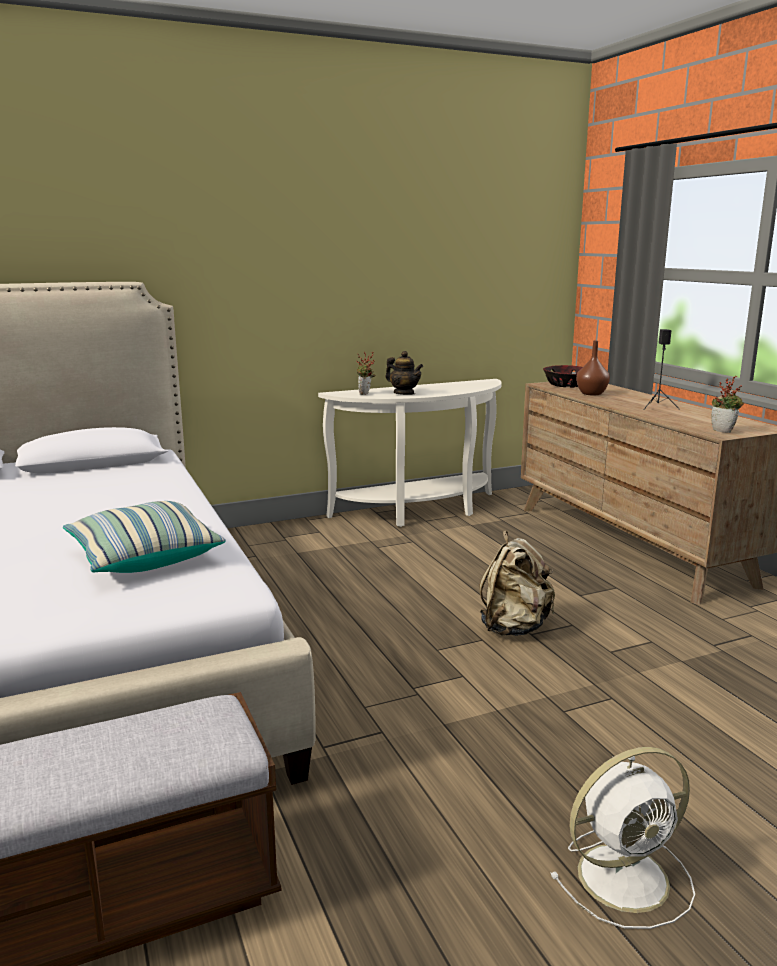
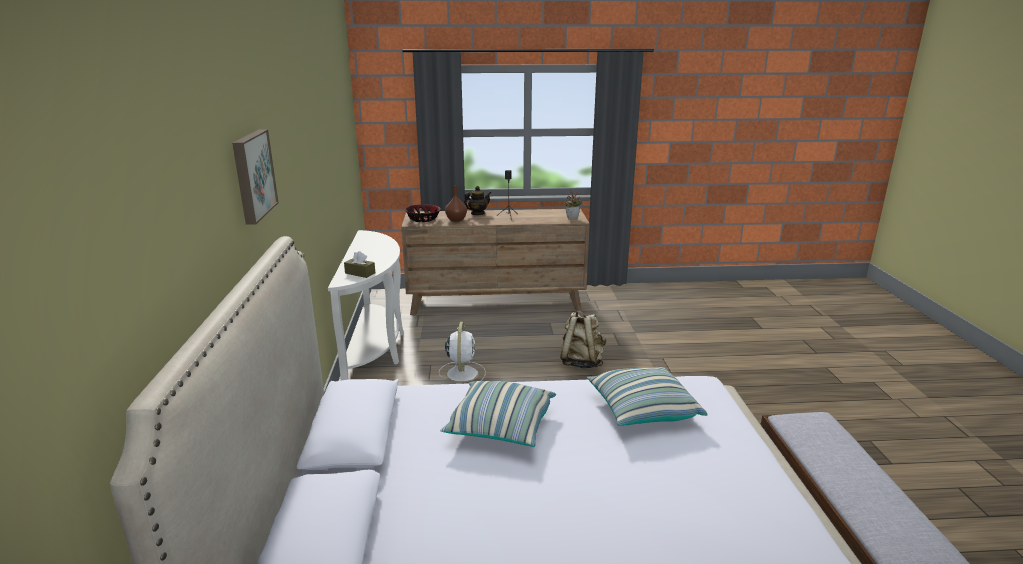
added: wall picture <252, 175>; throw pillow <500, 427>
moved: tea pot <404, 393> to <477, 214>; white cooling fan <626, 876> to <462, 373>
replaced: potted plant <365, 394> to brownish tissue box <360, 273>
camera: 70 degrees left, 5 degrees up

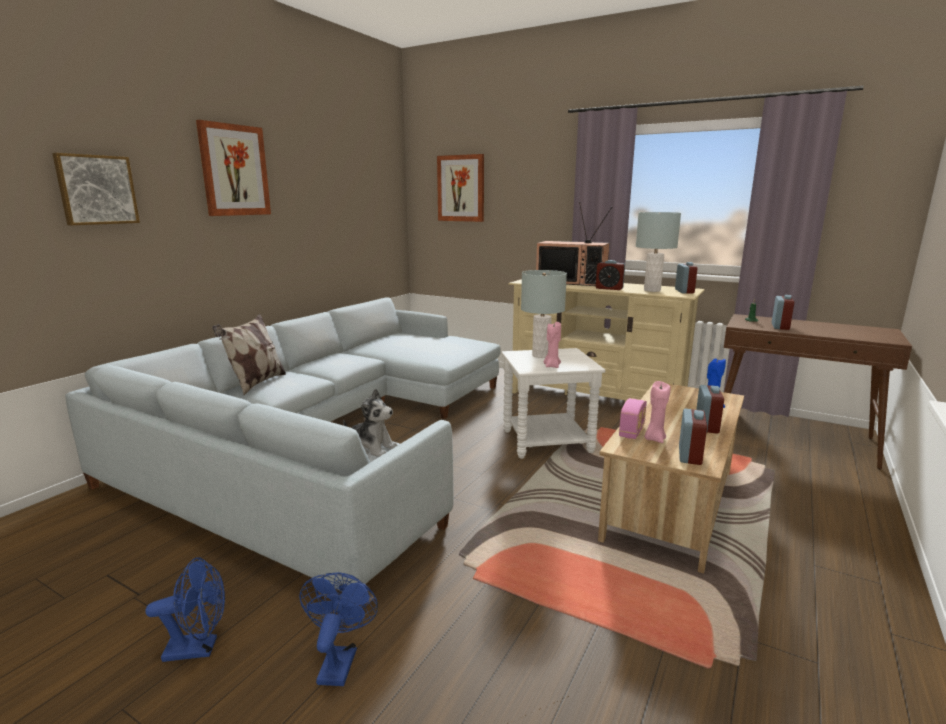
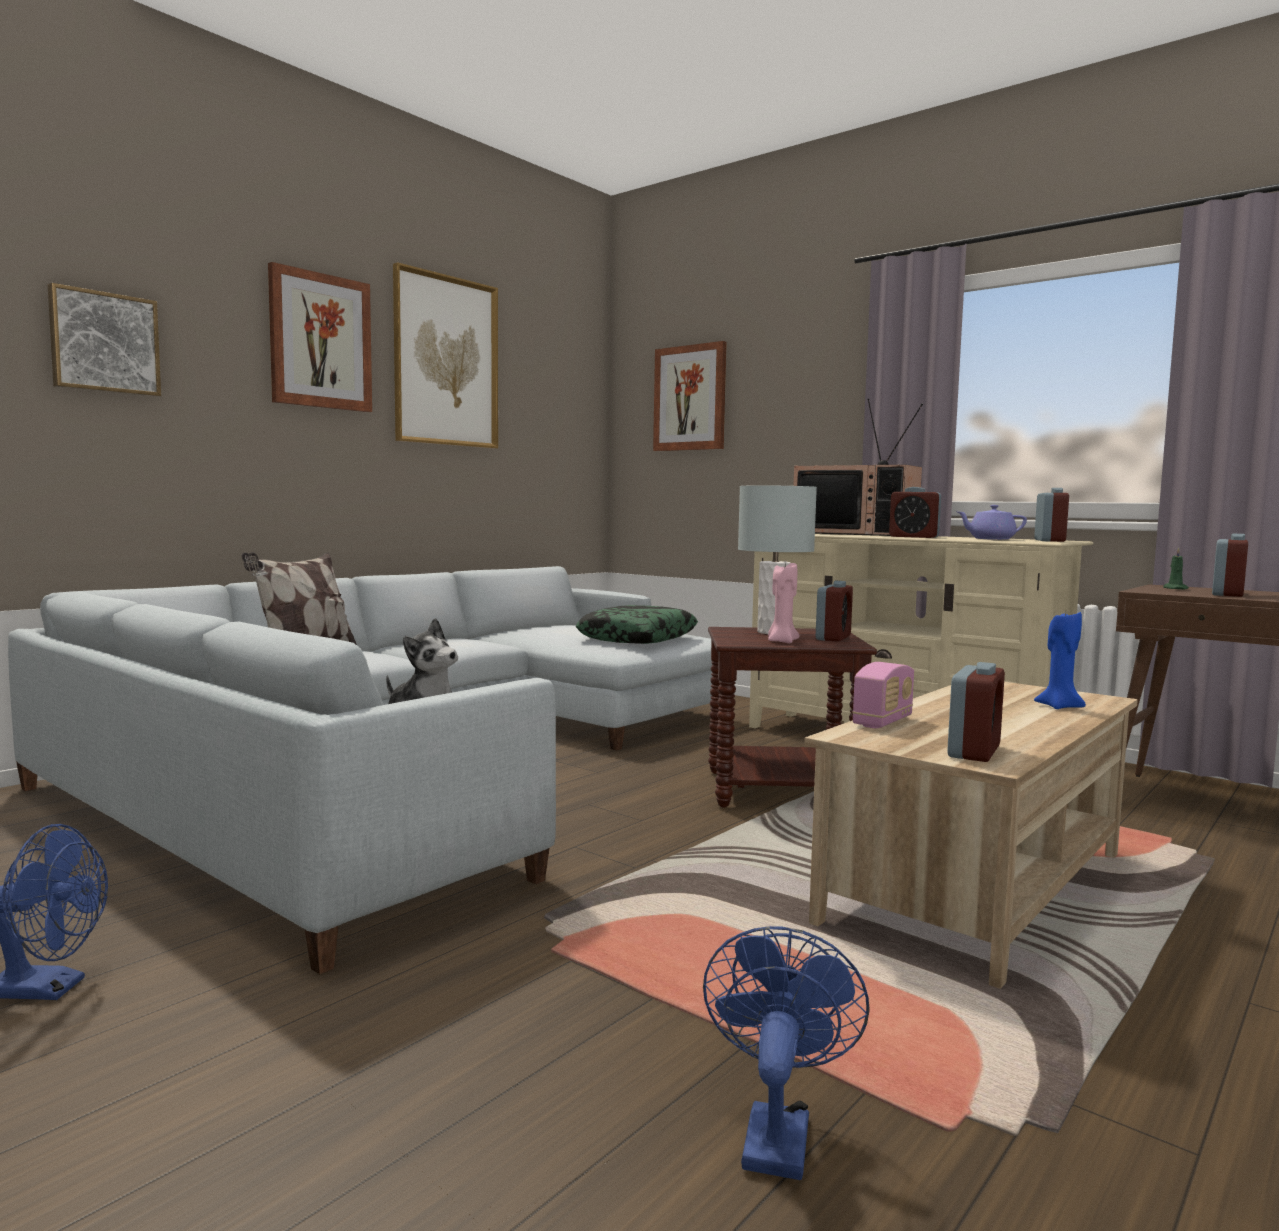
removed: pinkish wax light <654, 439>
added: wall picture <446, 361>; throw pillow <637, 638>
moved: blue-coloured cooling fan <339, 660> to <776, 1132>; bedside clock <706, 426> to <833, 638>
replaced: gray tabletop lamp <652, 290> to purple-coloured tea pot <990, 539>
recoloured: white accent table <547, 441> to brownish accent table <781, 789>
camera: 10 degrees right, 10 degrees down

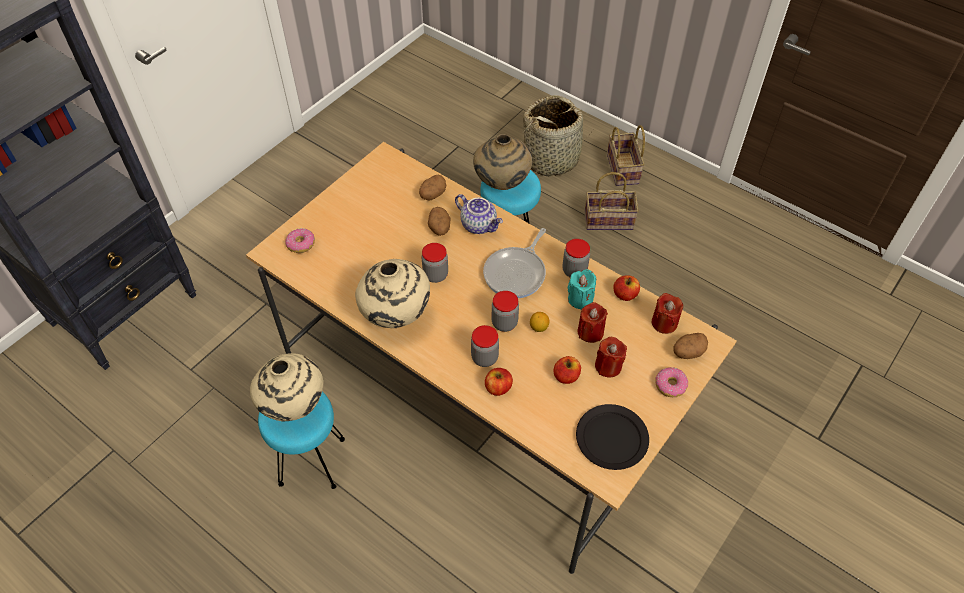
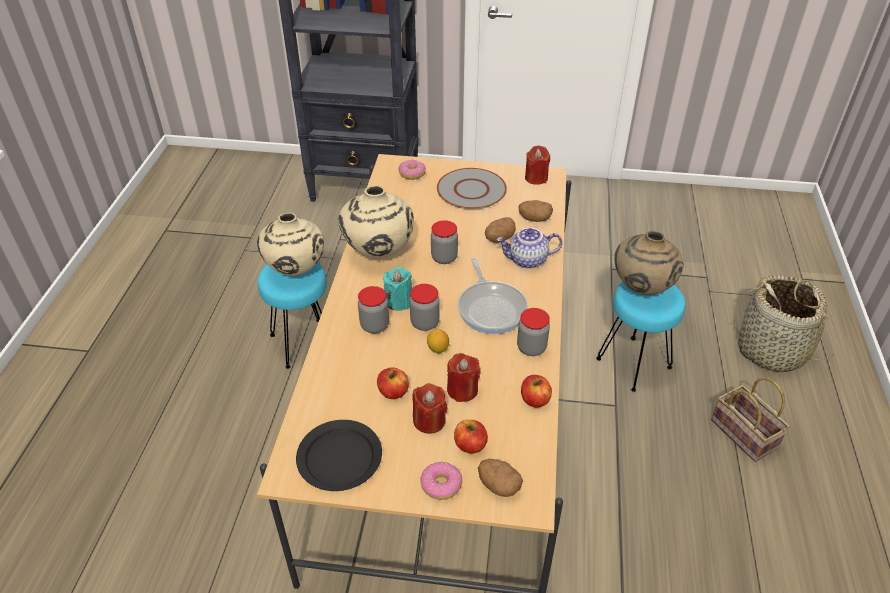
removed: storage basket <624, 170>
added: gray dinner plate <472, 190>
moved: apple fruit <498, 387> to <470, 445>; turquoise wax light <580, 299> to <399, 301>; red wax light <664, 323> to <536, 178>
turned: tea pot <479, 225> = <527, 261> 75 degrees clockwise; frying pan <516, 273> = <491, 308> 105 degrees counterclockwise
camera: 60 degrees right, 10 degrees down

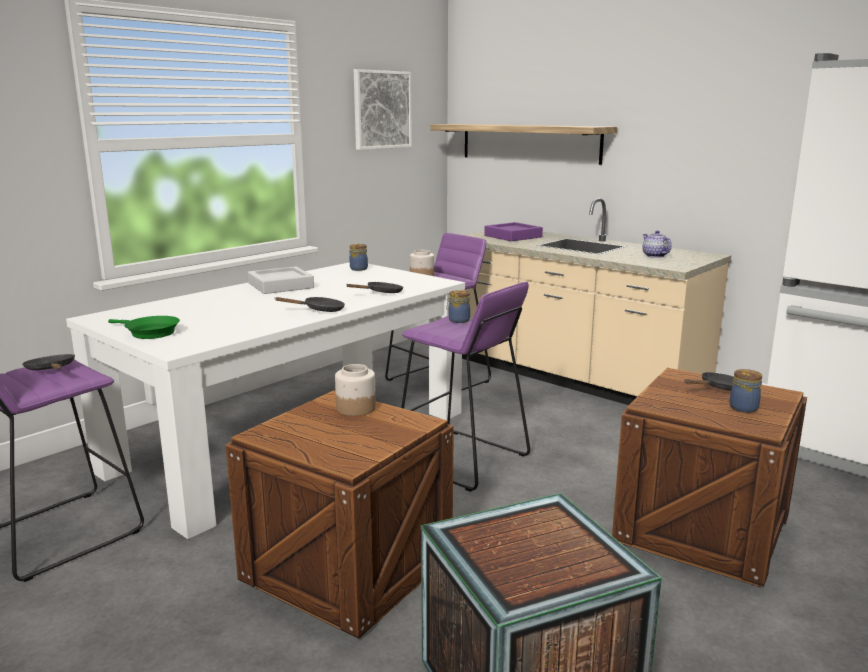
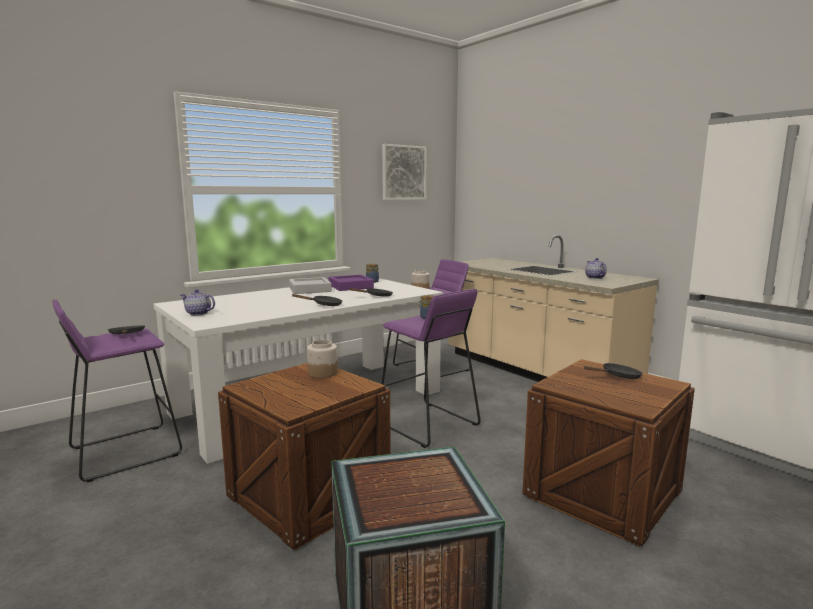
removed: shelf <529, 143>; preserve jar <744, 407>
moved: purple-coloured carrying tray <513, 236> to <350, 286>
replaced: greenish frying pan <149, 332> to tea pot <198, 313>
camera: 10 degrees right, 5 degrees down

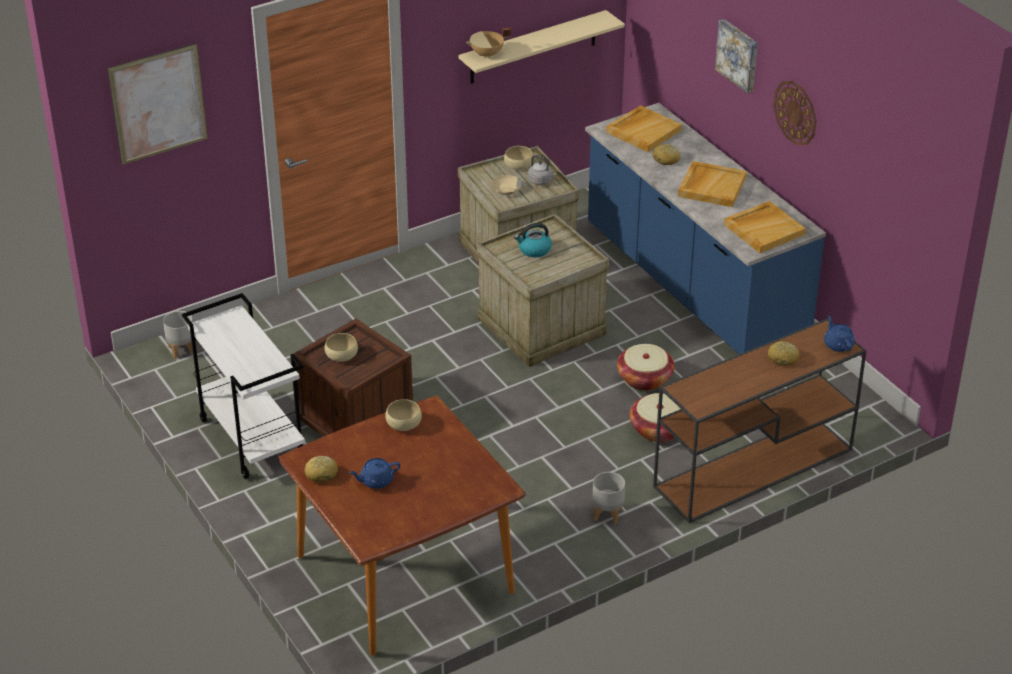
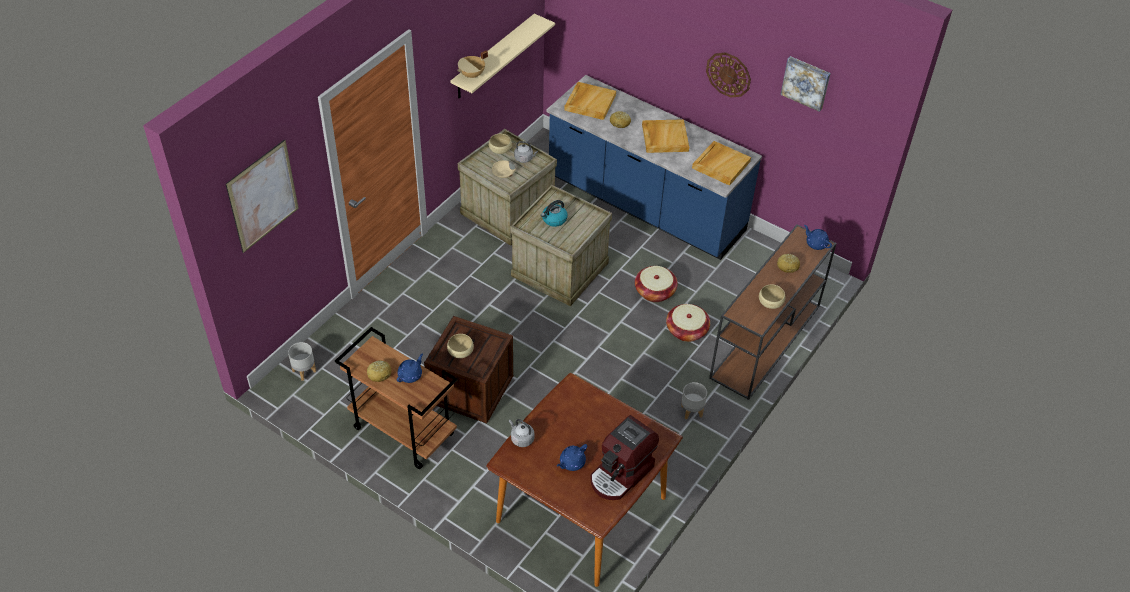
added: blue-coloured tea pot <410, 375>; gray tea kettle <521, 438>; coffee maker <621, 474>
moved: bakery bread <322, 474> to <379, 374>; sand-coloured bowl <403, 423> to <770, 302>; wall picture <738, 55> to <806, 82>
recoloured: white trolley <250, 437> to brownish trolley <402, 431>
camera: 25 degrees left, 10 degrees up

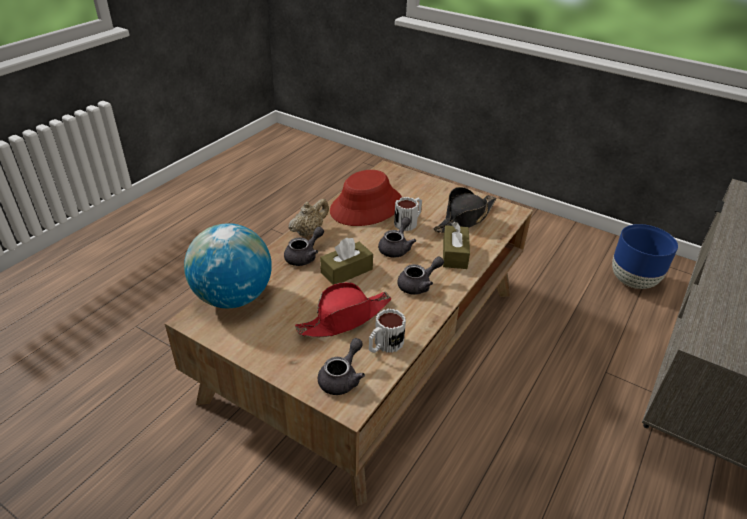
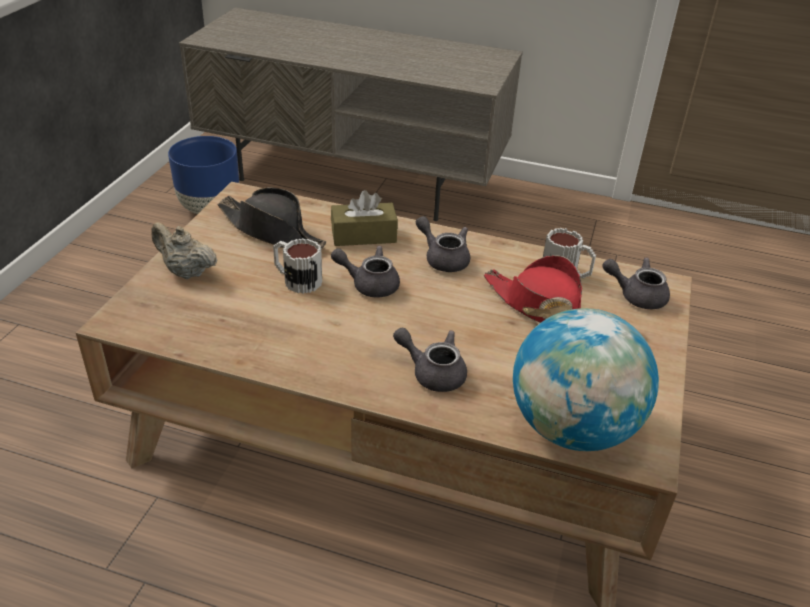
removed: brownish tissue box <346, 271>; red hat <366, 207>
moved: sand-coloured tea pot <309, 232> to <186, 272>
camera: 105 degrees left, 0 degrees up

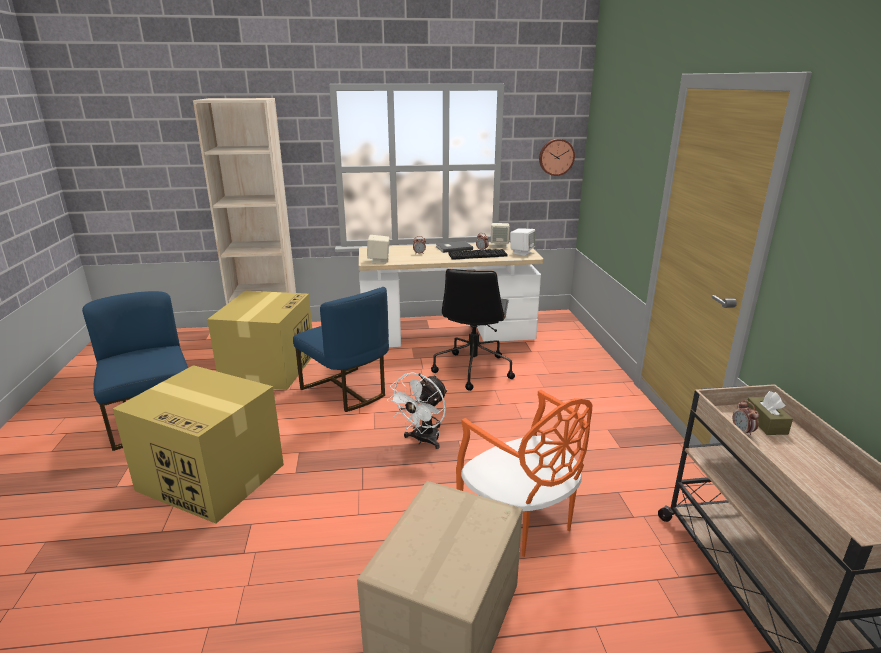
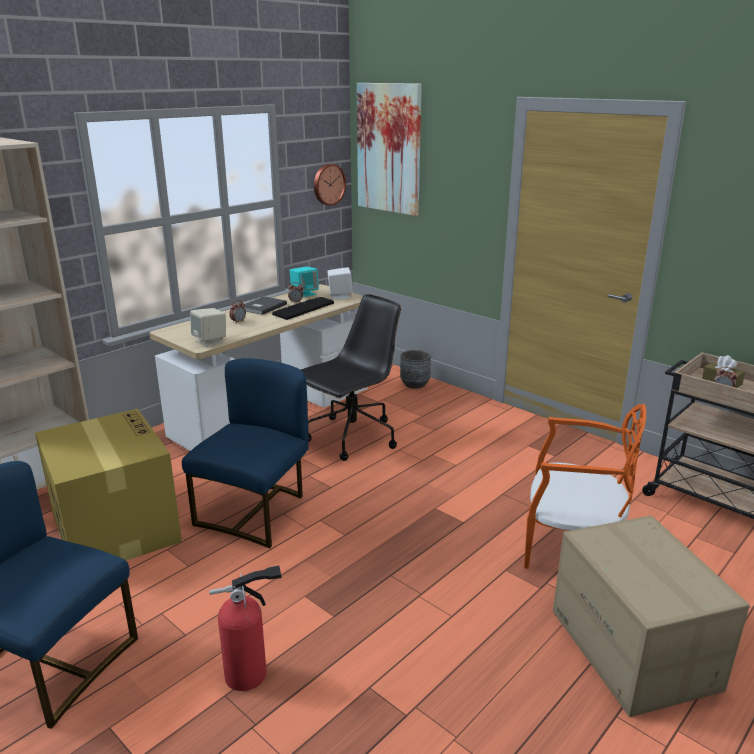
removed: white cooling fan <423, 440>
added: wall picture <389, 148>; gray planter <415, 384>
replaced: carton <213, 477> to extinguisher <250, 673>
recoloured: sand-coloured audio speaker <499, 245> to turquoise audio speaker <304, 294>
turned: blue-coloured upright chair <346, 391> = <256, 512> 75 degrees counterclockwise; black desk chair <473, 369> = <351, 438> 105 degrees counterclockwise
camera: 40 degrees left, 0 degrees up

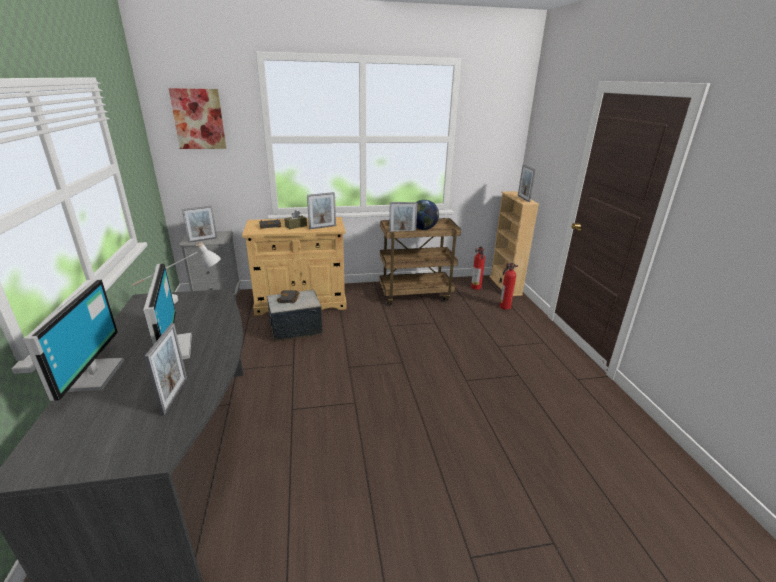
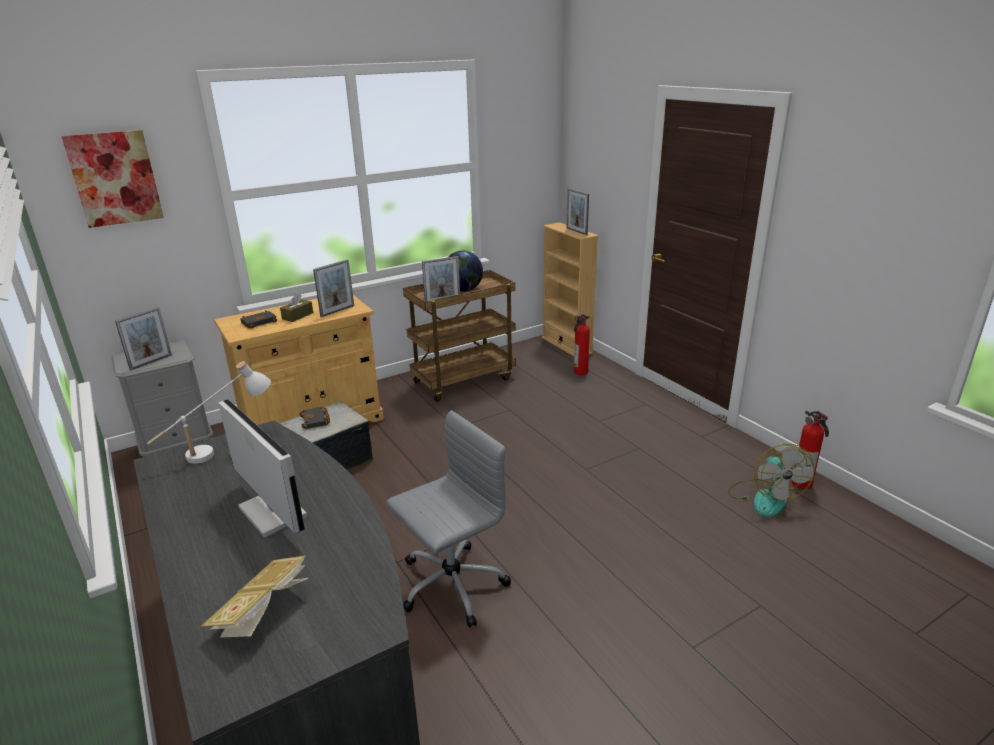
removed: computer screen <92, 375>; standing frame <175, 395>
added: volume <263, 613>; gray desk chair <450, 585>; cooling fan <764, 497>
moved: extinguisher <476, 287> to <802, 484>
camera: 20 degrees left, 0 degrees up

